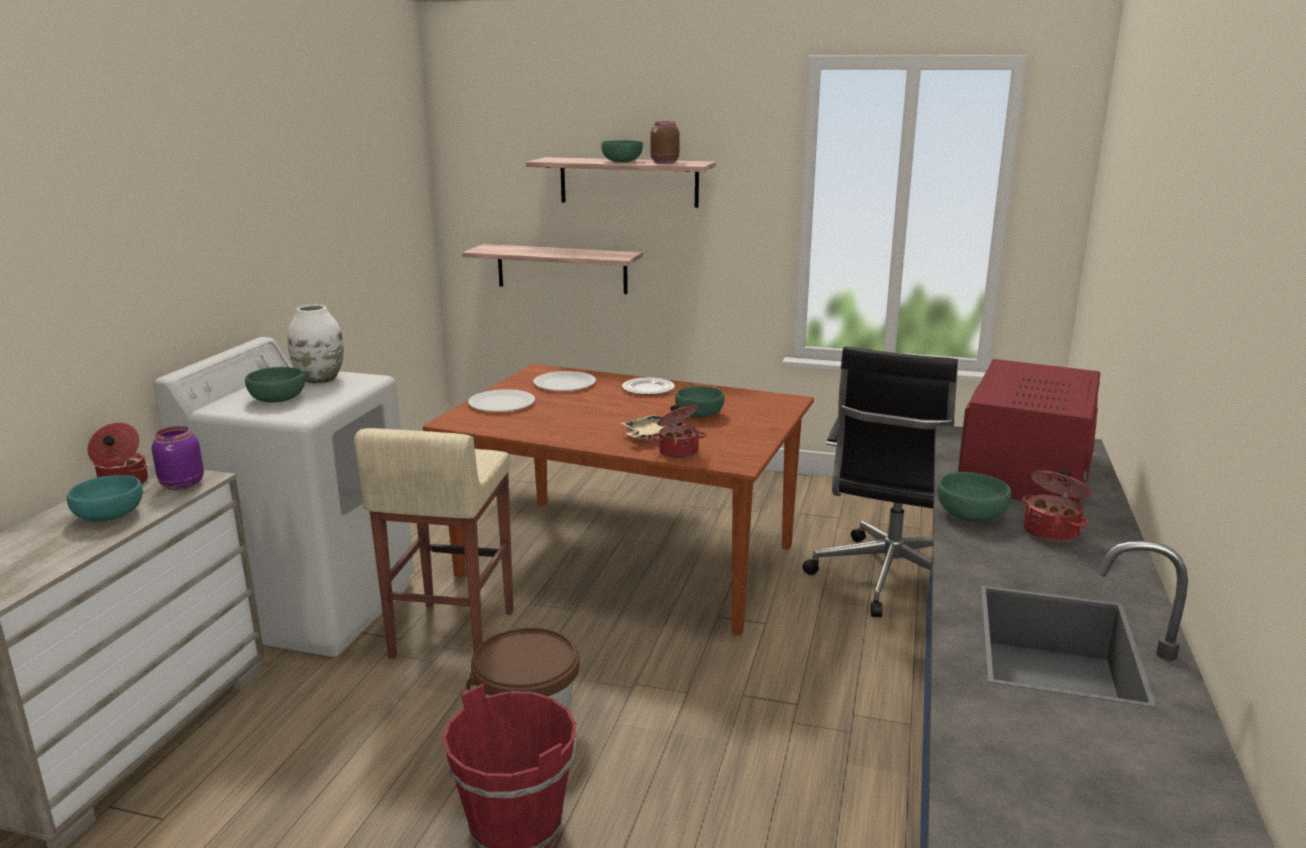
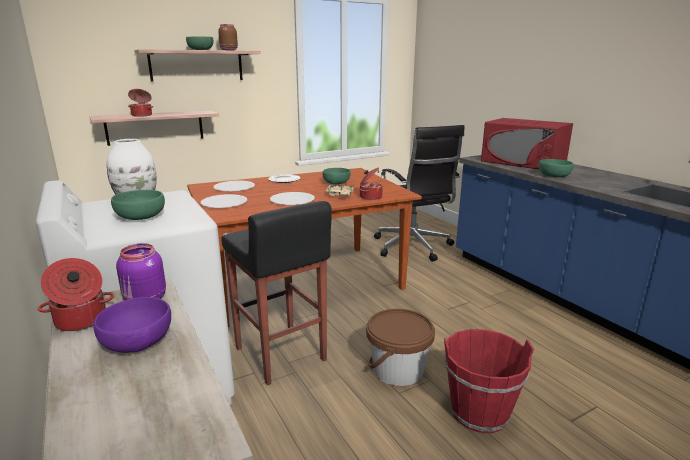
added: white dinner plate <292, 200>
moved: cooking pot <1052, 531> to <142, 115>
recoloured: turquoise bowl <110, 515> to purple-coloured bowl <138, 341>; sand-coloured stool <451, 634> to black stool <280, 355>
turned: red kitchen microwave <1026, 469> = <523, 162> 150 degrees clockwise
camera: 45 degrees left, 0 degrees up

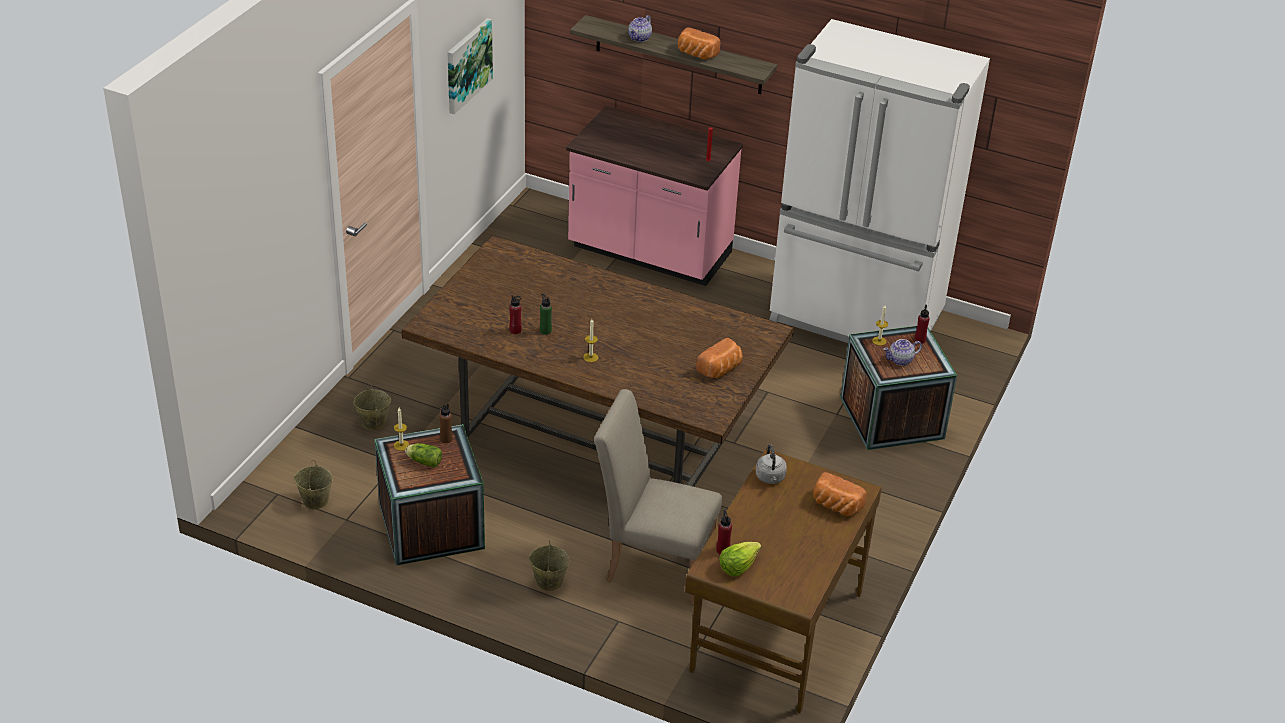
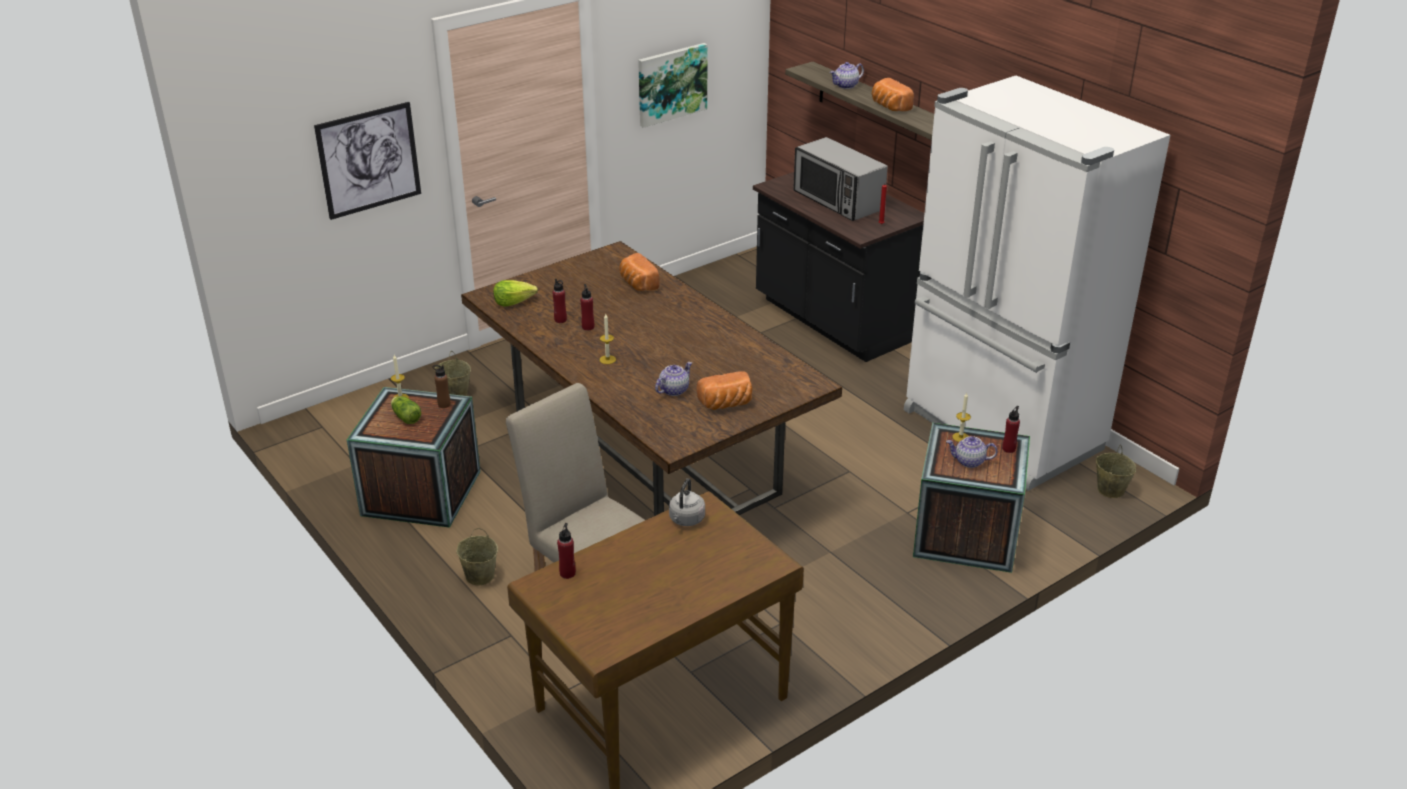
added: wall picture <369, 160>; tea pot <674, 390>; kitchen microwave <837, 201>
moved: sand-coloured pail <315, 500> to <1110, 489>; head of lettuce <738, 565> to <514, 302>; bakery bread <835, 506> to <637, 284>
recoloured: greenish beverage bottle <545, 331> to red beverage bottle <588, 327>; pinkish kitchen base unit <649, 253> to black kitchen base unit <833, 321>
camera: 30 degrees right, 5 degrees down

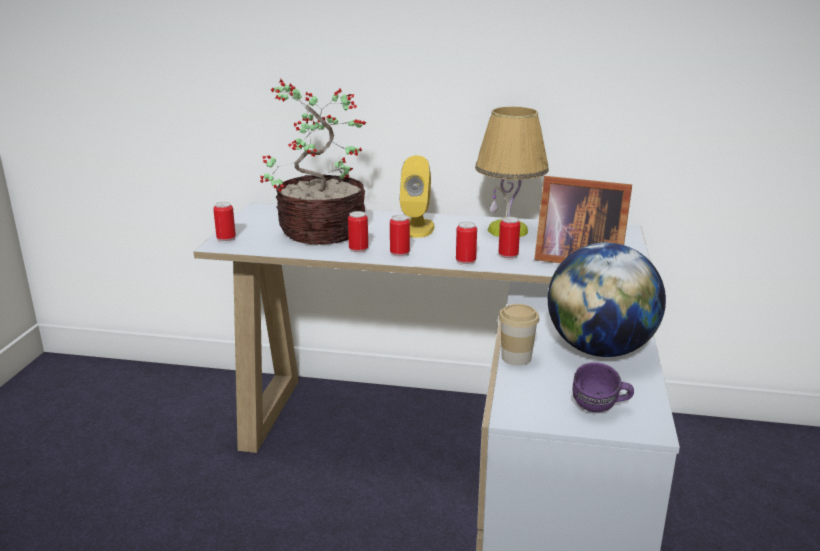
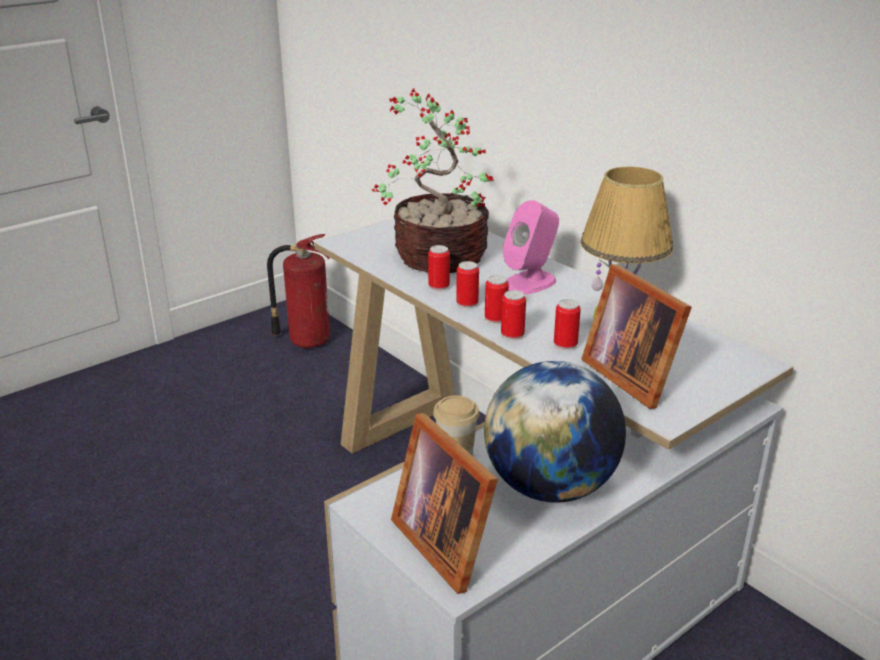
added: extinguisher <307, 341>
moved: can <226, 239> to <495, 319>
replaced: purple-coloured mug <600, 409> to standing frame <446, 542>
recoloured: yellow audio speaker <416, 228> to pinkish audio speaker <530, 282>
camera: 40 degrees right, 5 degrees up

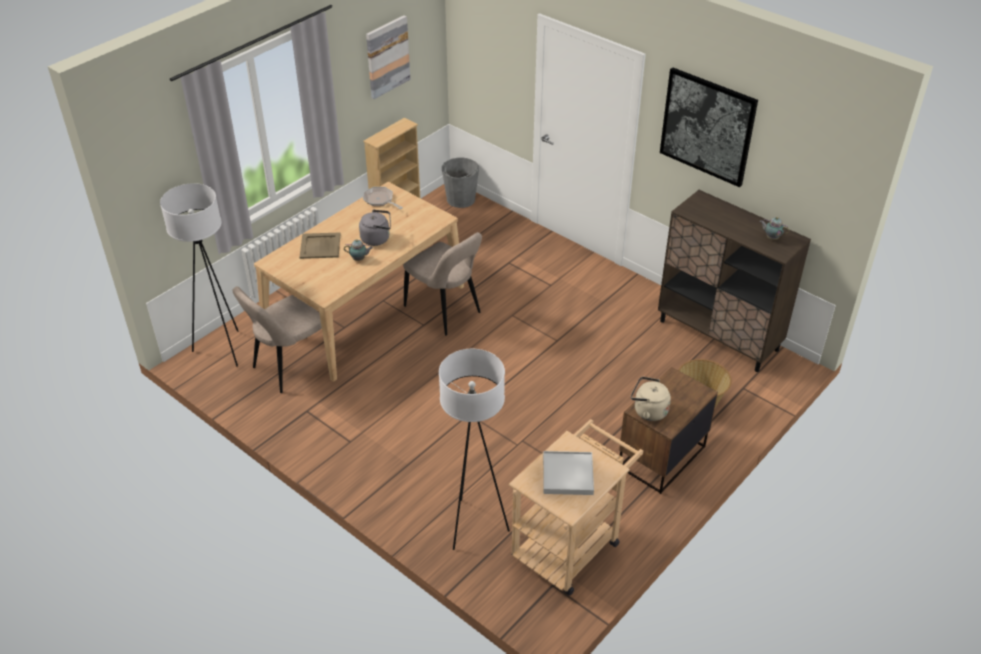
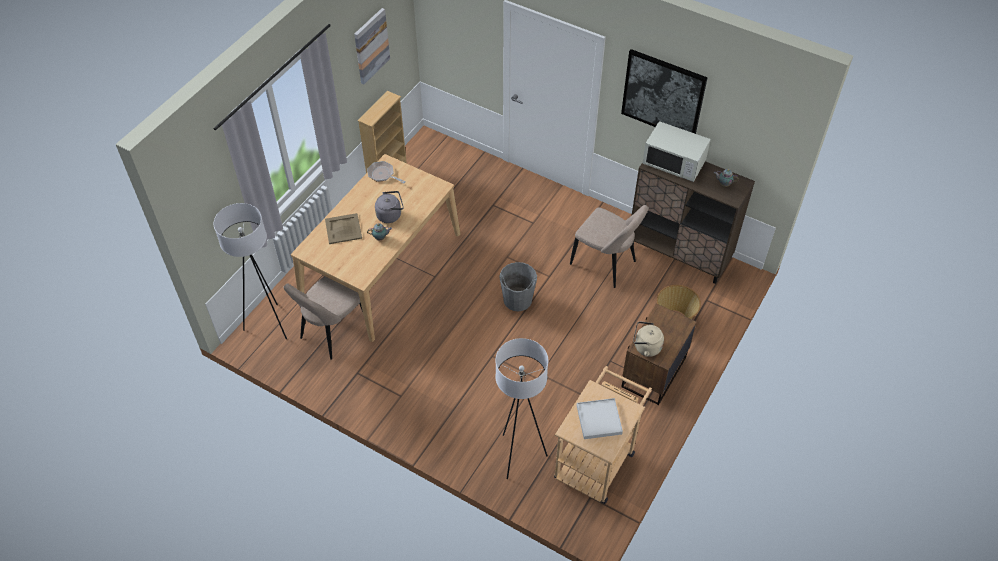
added: white kitchen microwave <674, 163>
moved: sand-coloured upright chair <445, 311> to <605, 264>; gray pail <460, 199> to <517, 300>
camera: 10 degrees left, 10 degrees up

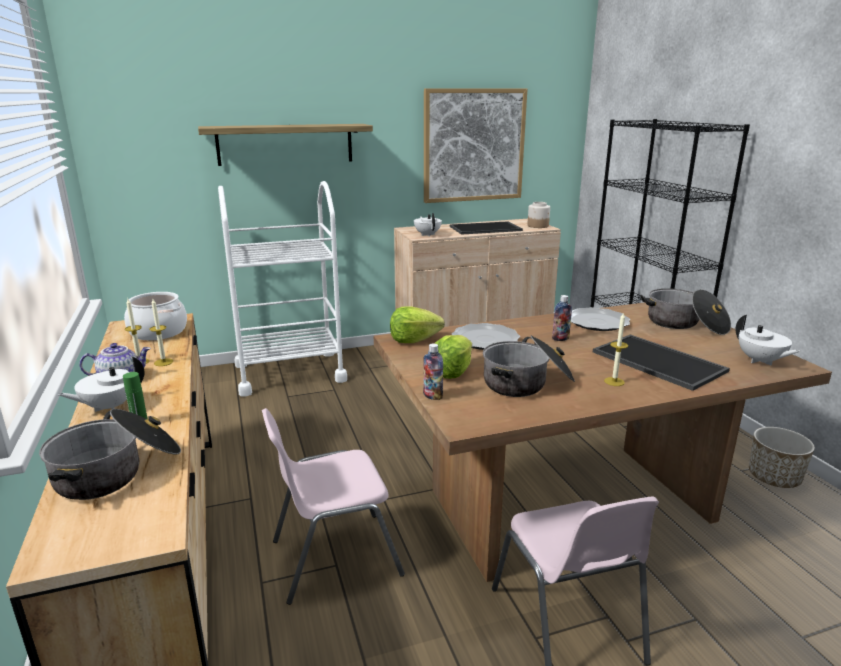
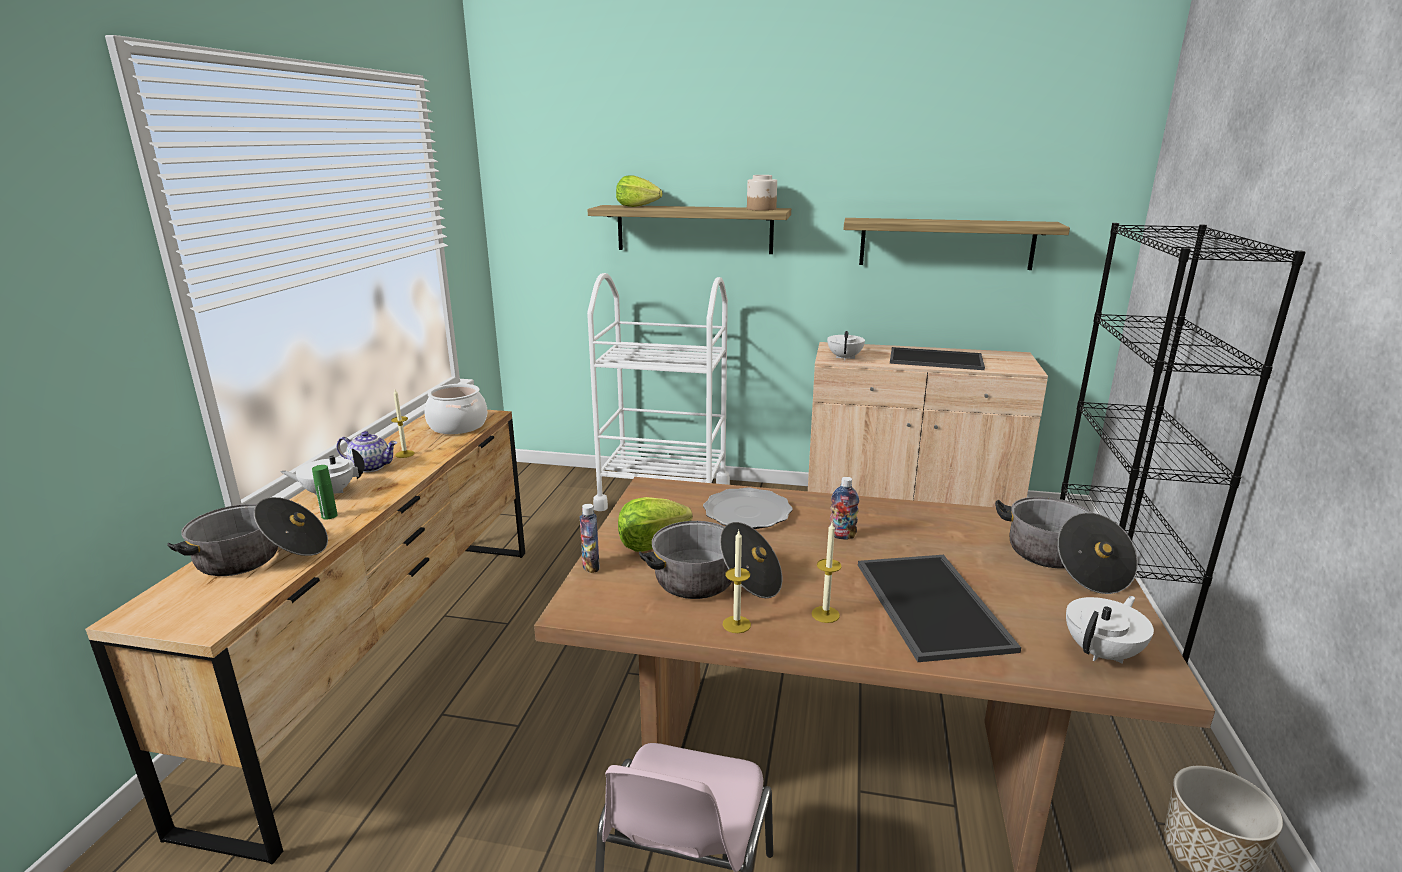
removed: pinkish upright chair <333, 557>; dinner plate <597, 322>
moved: wax light <163, 362> to <736, 624>; head of lettuce <414, 340> to <637, 206>; preserve jar <538, 226> to <761, 209>
replaced: wall picture <474, 145> to shelf <946, 243>
turned: white tea pot <760, 361> = <1102, 653> 135 degrees counterclockwise
camera: 30 degrees right, 0 degrees up

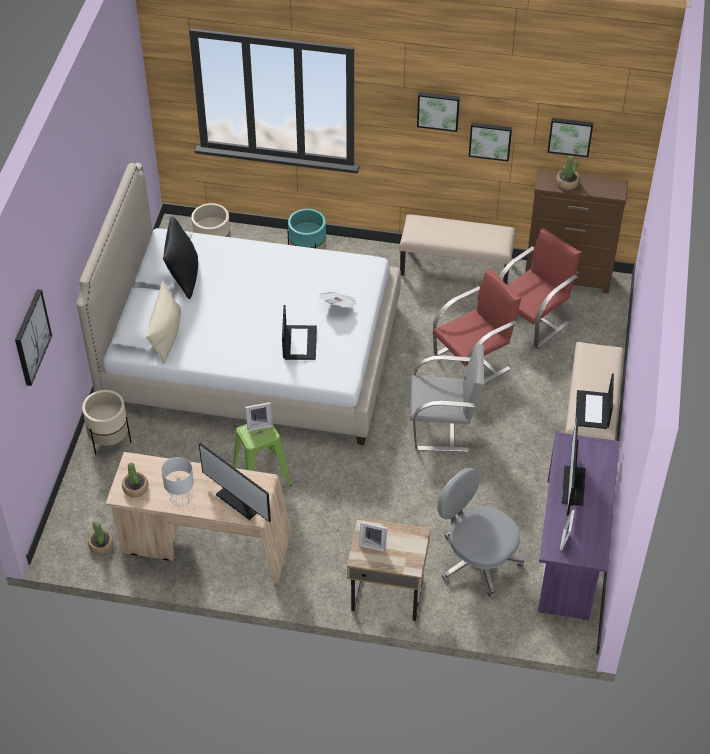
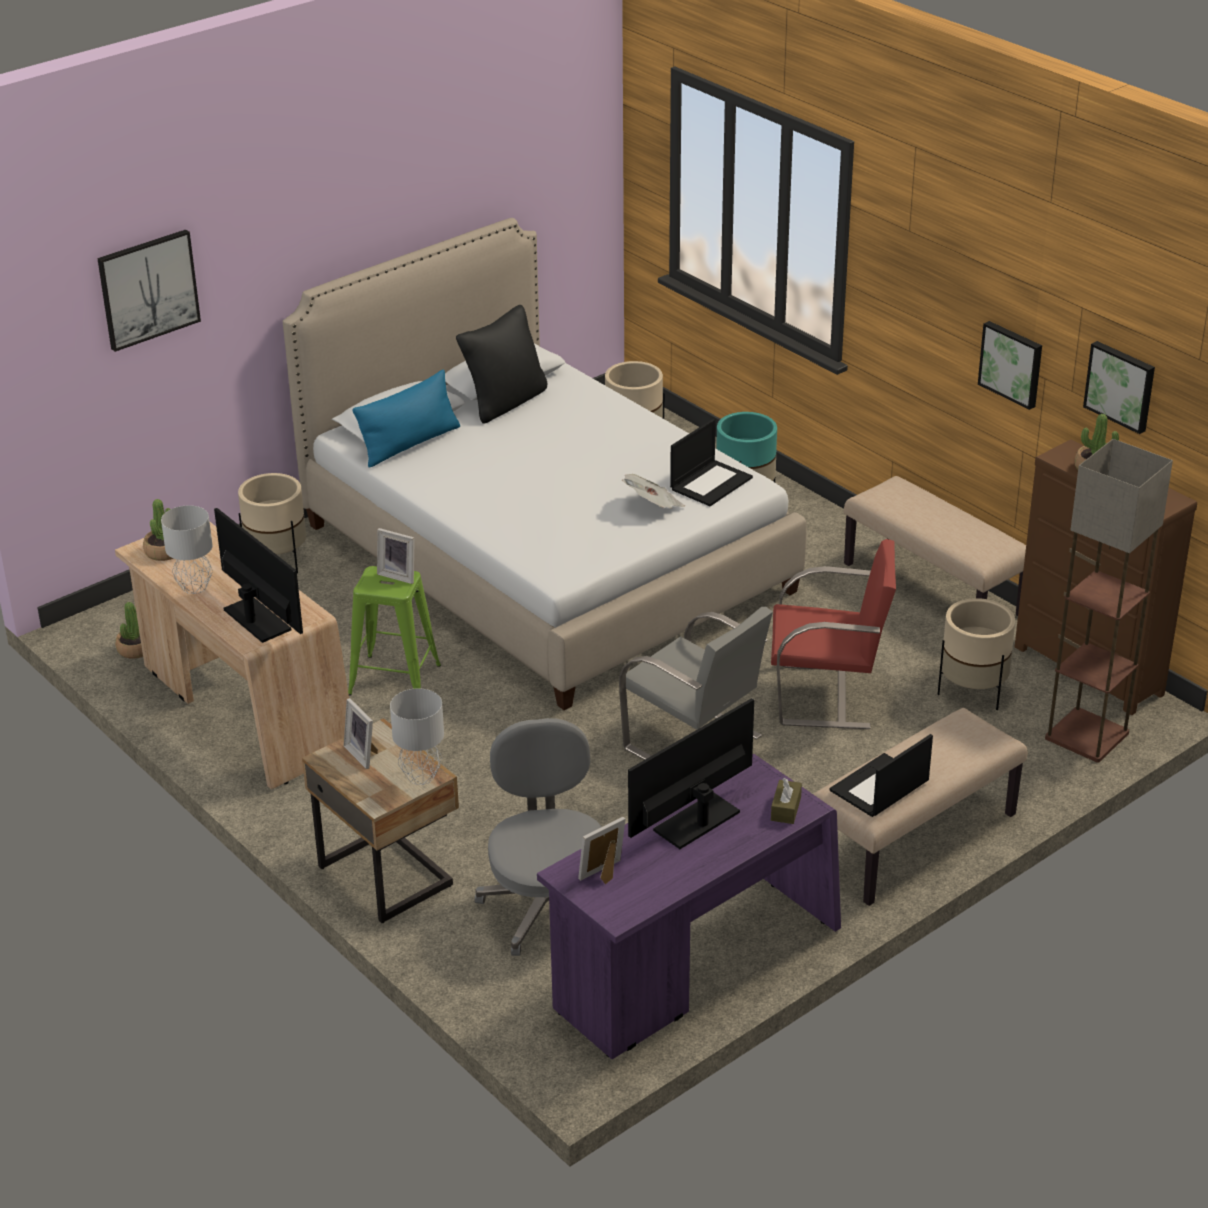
removed: wall picture <438, 110>
added: gray tabletop lamp <420, 777>; brownish tissue box <786, 809>; standing lamp <1087, 737>
moved: laptop <299, 342> to <711, 483>
replaced: red upright chair <532, 320> to sand-coloured planter <972, 692>
recoloured: sand-coloured throw pillow <166, 335> to blue-coloured throw pillow <410, 444>
turned: computer screen <240, 501> = <257, 620> 150 degrees clockwise
camera: 40 degrees right, 15 degrees down

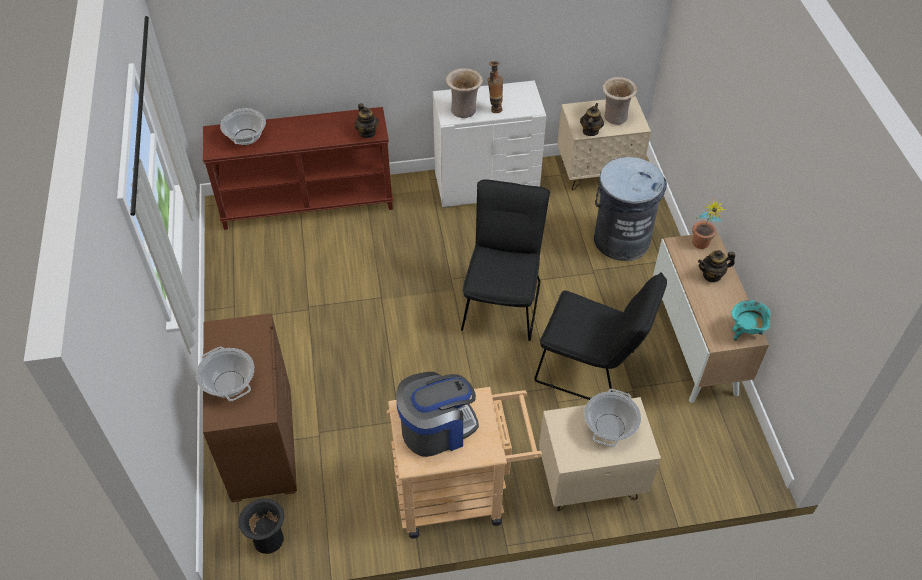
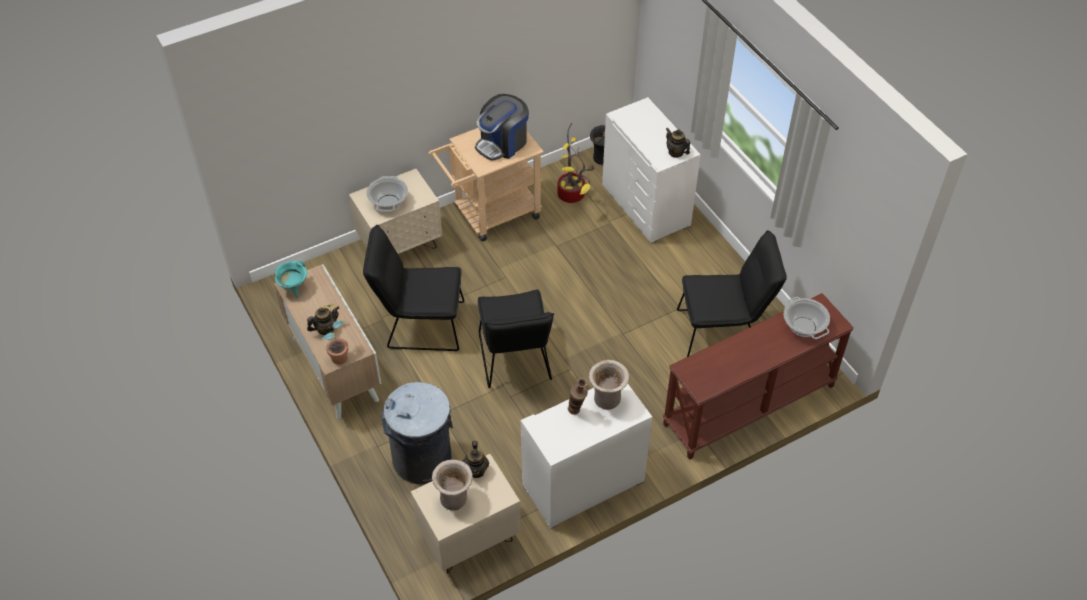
removed: cooking pot <229, 384>
added: potted plant <573, 195>; black upright chair <723, 332>
moved: tea pot <367, 132> to <676, 152>
recoloured: brownish chest of drawers <261, 443> to white chest of drawers <646, 205>
camera: 160 degrees right, 0 degrees up

